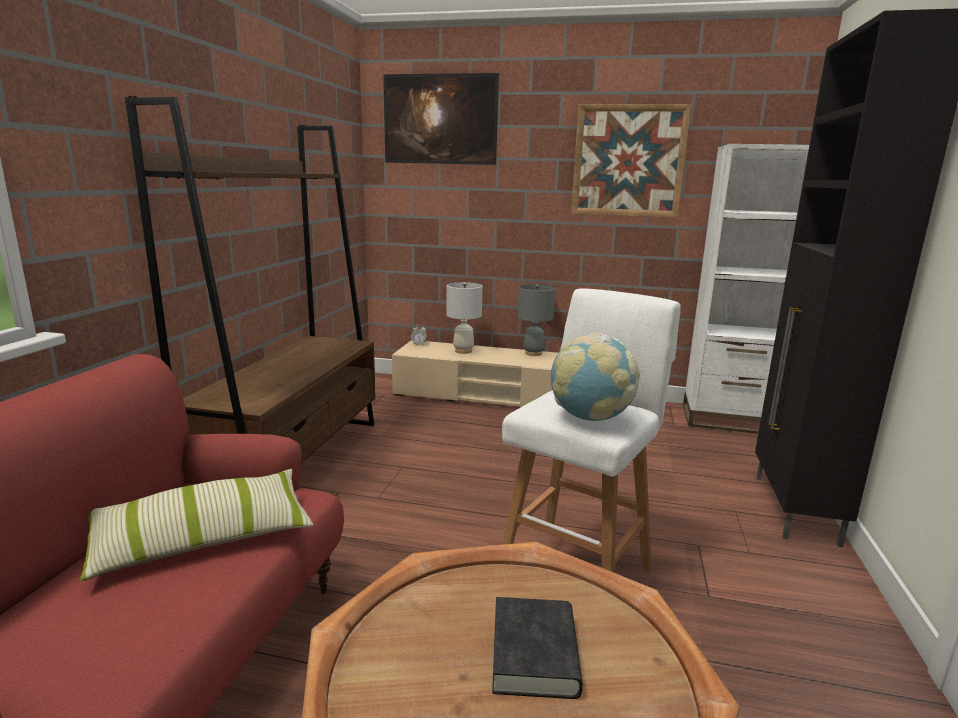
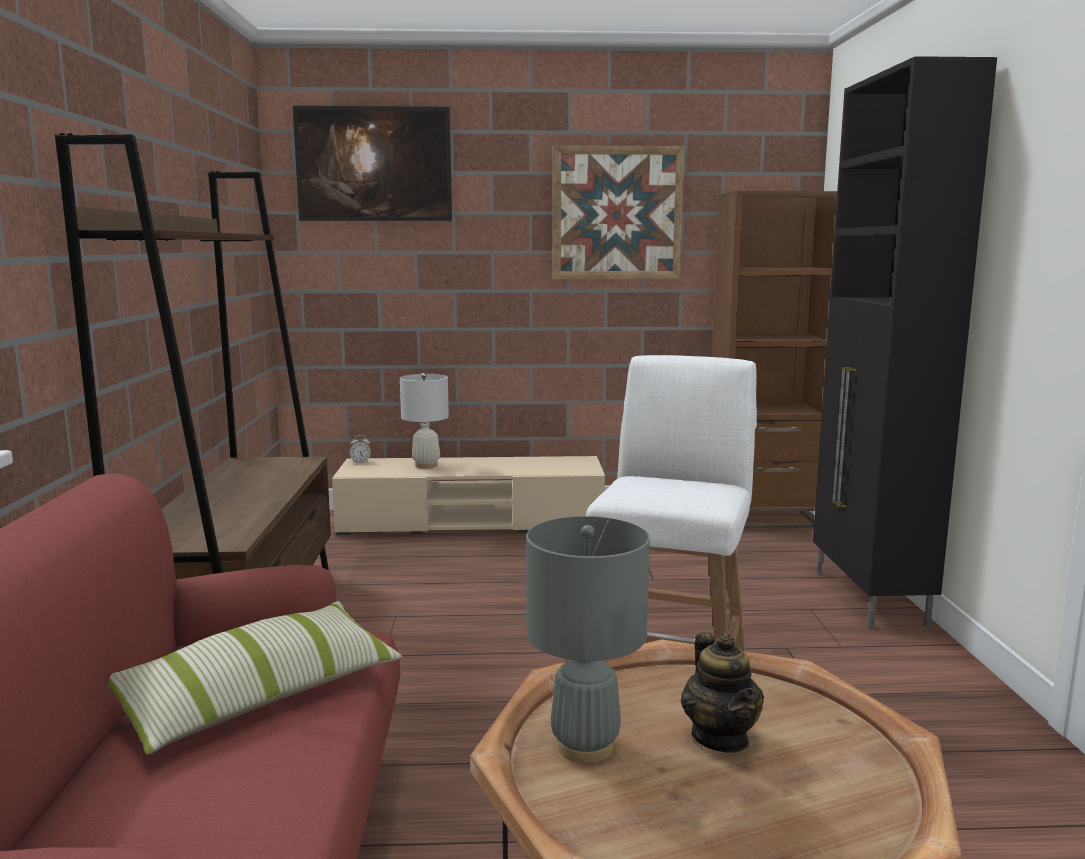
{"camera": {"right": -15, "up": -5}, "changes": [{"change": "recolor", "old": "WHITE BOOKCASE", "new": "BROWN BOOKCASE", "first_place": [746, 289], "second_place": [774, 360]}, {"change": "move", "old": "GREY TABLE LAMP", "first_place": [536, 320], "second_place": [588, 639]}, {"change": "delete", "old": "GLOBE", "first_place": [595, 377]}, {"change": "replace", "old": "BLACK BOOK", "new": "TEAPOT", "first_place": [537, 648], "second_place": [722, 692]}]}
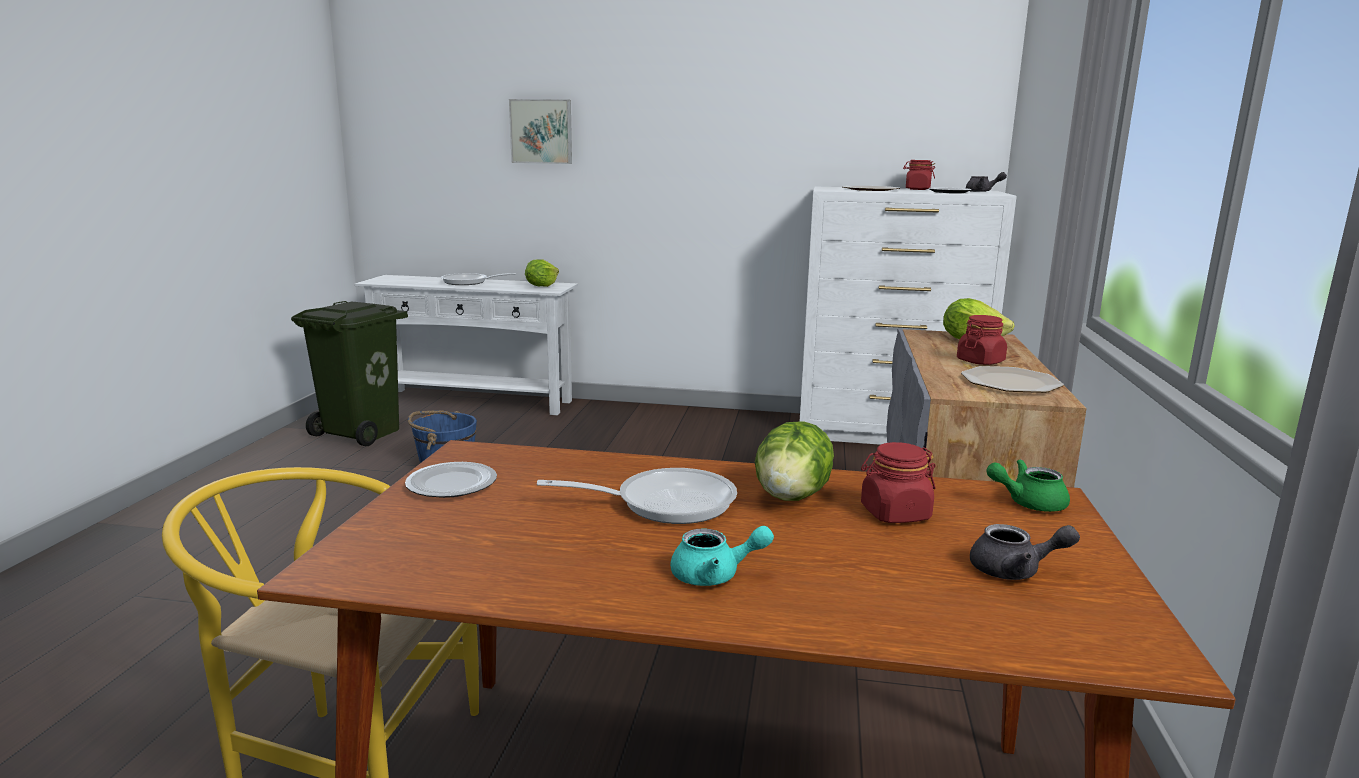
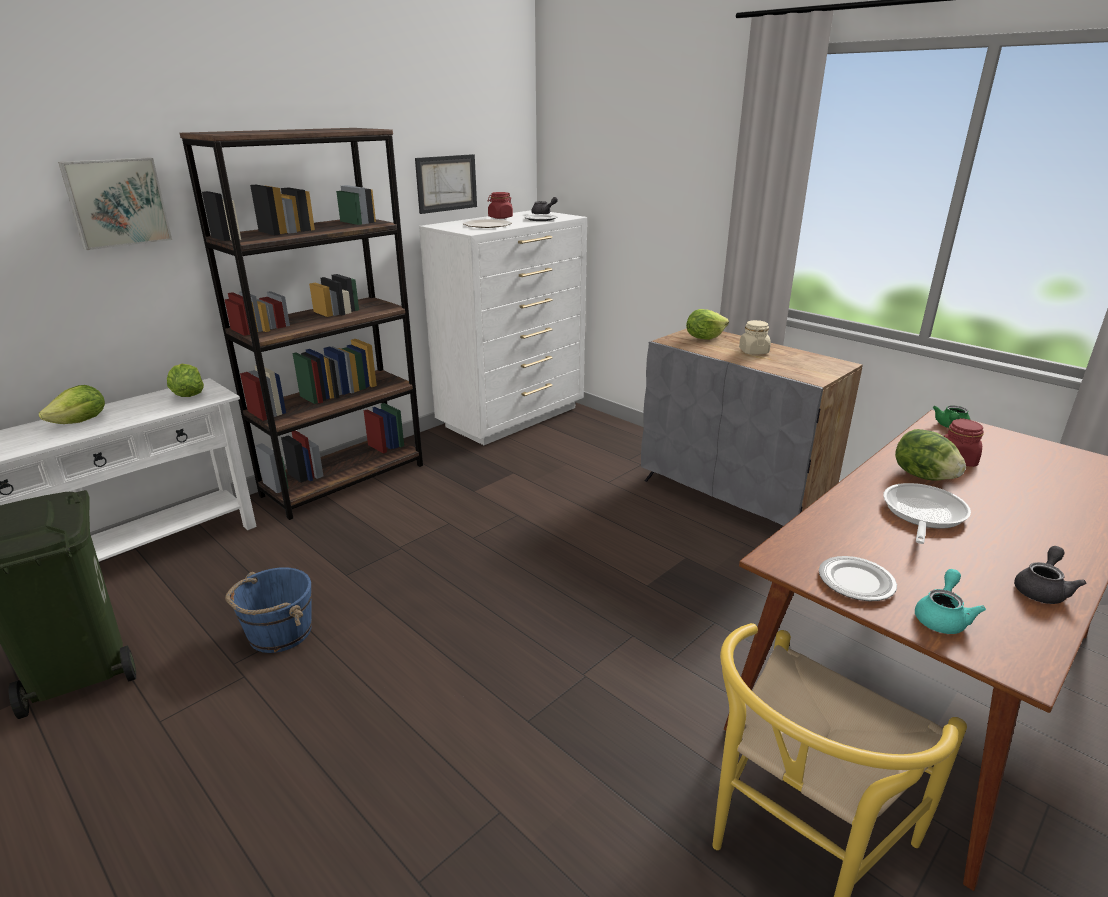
{"camera": {"right": -55, "up": 10}, "changes": [{"change": "replace", "old": "FRYING PAN", "new": "LETTUCE", "first_place": [479, 279], "second_place": [72, 404]}, {"change": "recolor", "old": "RED JAR", "new": "BEIGE JAR", "first_place": [982, 340], "second_place": [755, 337]}, {"change": "delete", "old": "PLATE", "first_place": [1012, 379]}, {"change": "move", "old": "GREY TEAPOT", "first_place": [1025, 552], "second_place": [1050, 575]}, {"change": "move", "old": "TURQUOISE TEAPOT", "first_place": [722, 556], "second_place": [950, 601]}, {"change": "insert", "new": "BROWN BOOKCASE", "second_place": [301, 324]}, {"change": "insert", "new": "PICTURE", "second_place": [446, 184]}]}
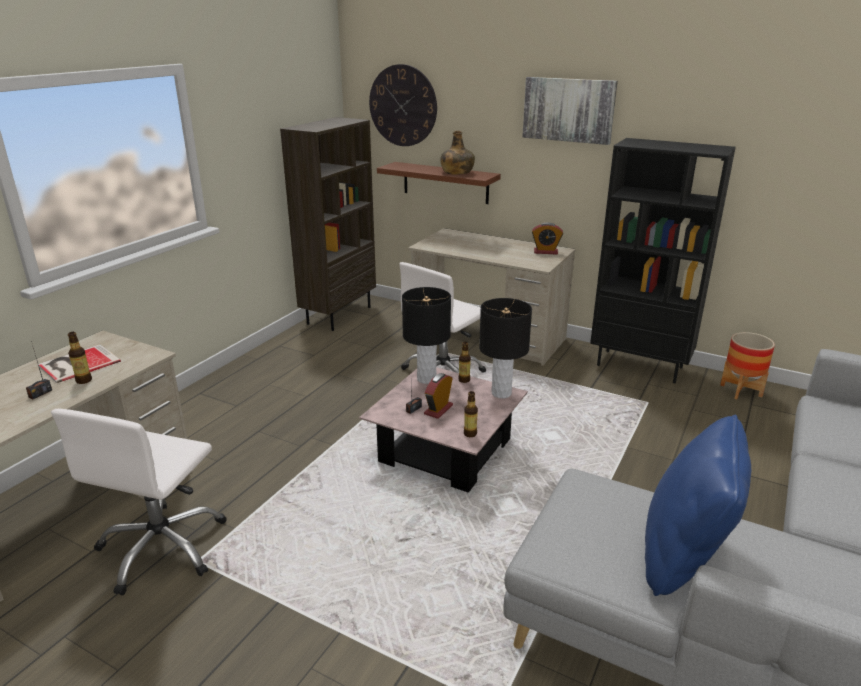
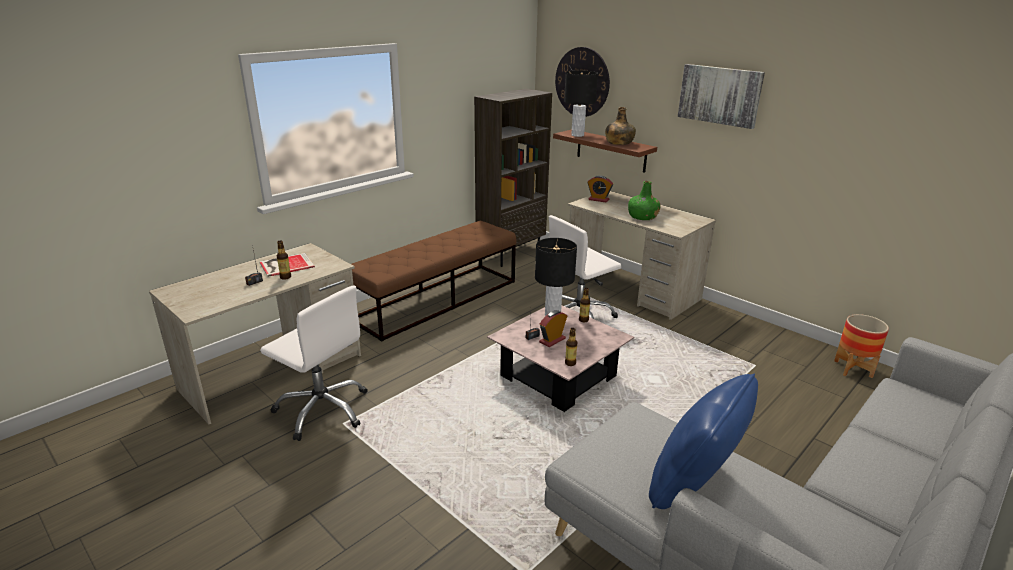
{"camera": {"right": 15, "up": 0}, "changes": [{"change": "delete", "old": "BLACK BOOKCASE", "first_place": [663, 260]}, {"change": "move", "old": "ALARM CLOCK", "first_place": [547, 238], "second_place": [600, 189]}, {"change": "move", "old": "BLACK TABLE LAMP", "first_place": [505, 348], "second_place": [581, 103]}, {"change": "rotate", "old": "WHITE OFFICE CHAIR", "first_place": [139, 502], "second_place": [314, 363], "degrees": -90}, {"change": "insert", "new": "GREEN BOTTLE", "second_place": [644, 200]}, {"change": "insert", "new": "BROWN BENCH", "second_place": [434, 281]}]}
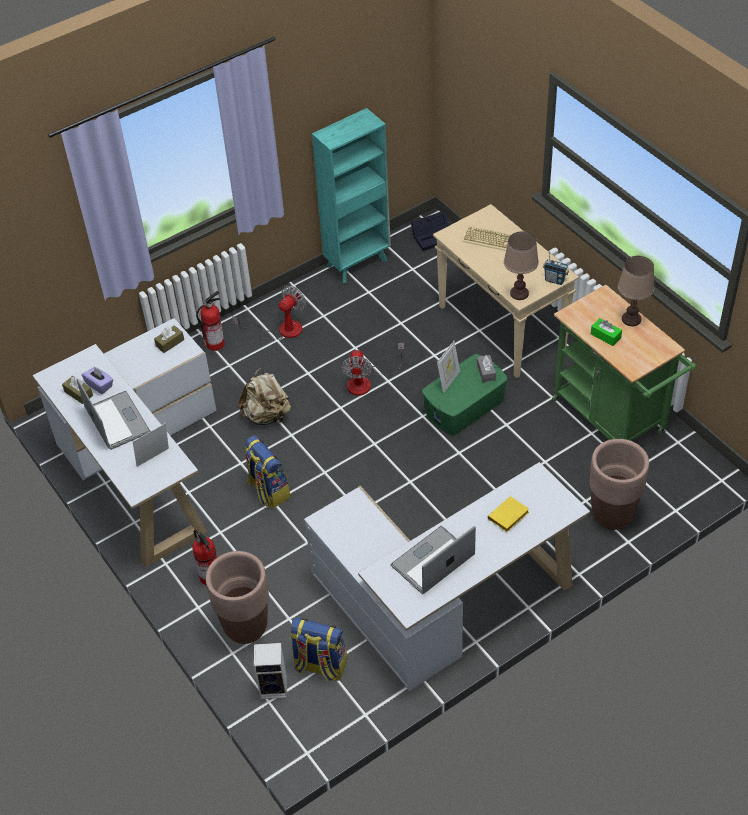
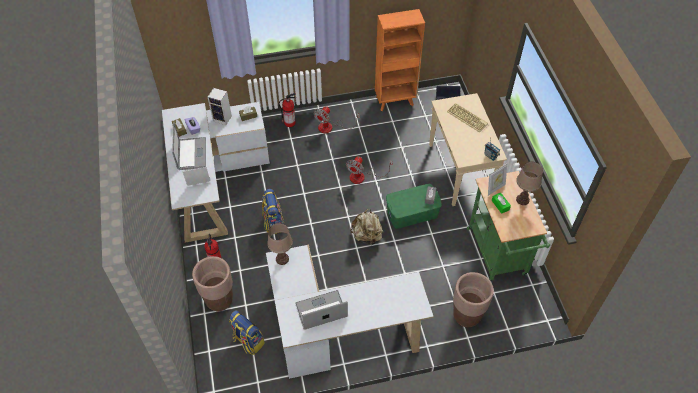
{"camera": {"right": 20, "up": 5}, "changes": [{"change": "recolor", "old": "TURQUOISE BOOKCASE", "new": "ORANGE BOOKCASE", "first_place": [351, 195], "second_place": [400, 60]}, {"change": "move", "old": "BROWN TABLE LAMP", "first_place": [521, 265], "second_place": [280, 244]}, {"change": "rotate", "old": "FAN", "first_place": [269, 312], "second_place": [337, 119], "degrees": 150}, {"change": "move", "old": "PICTURE FRAME", "first_place": [448, 367], "second_place": [497, 180]}, {"change": "move", "old": "BEIGE BACKPACK", "first_place": [264, 396], "second_place": [366, 227]}, {"change": "delete", "old": "YELLOW BOOK", "first_place": [508, 514]}, {"change": "move", "old": "SPEAKER", "first_place": [270, 671], "second_place": [220, 106]}]}
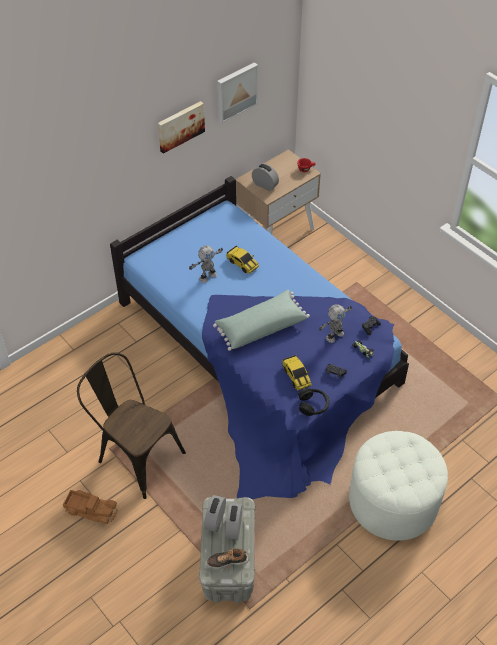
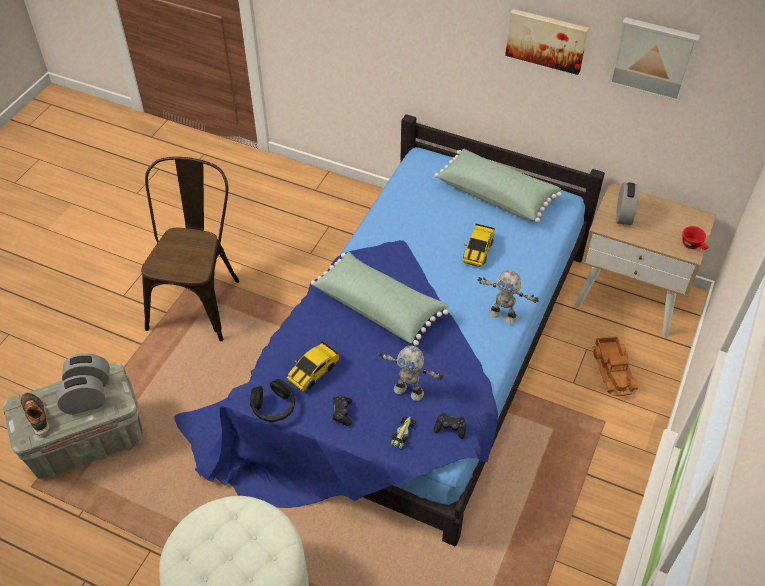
{"camera": {"right": 65, "up": 0}, "changes": [{"change": "move", "old": "TOY ROBOT", "first_place": [206, 264], "second_place": [508, 297]}, {"change": "move", "old": "TOY TRUCK", "first_place": [90, 507], "second_place": [615, 366]}, {"change": "insert", "new": "GREEN PILLOW", "second_place": [498, 186]}]}
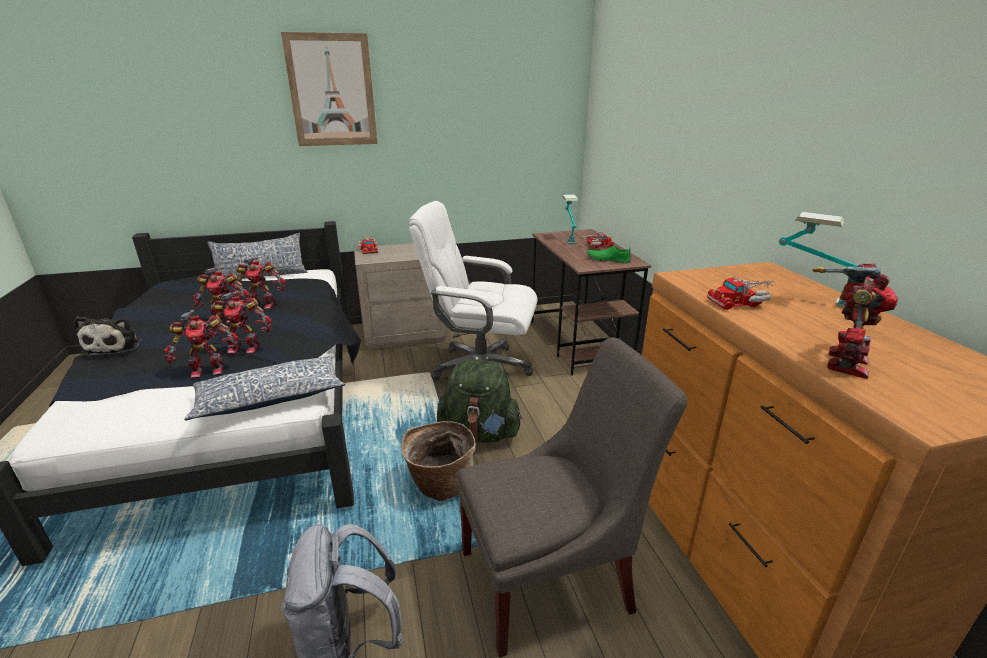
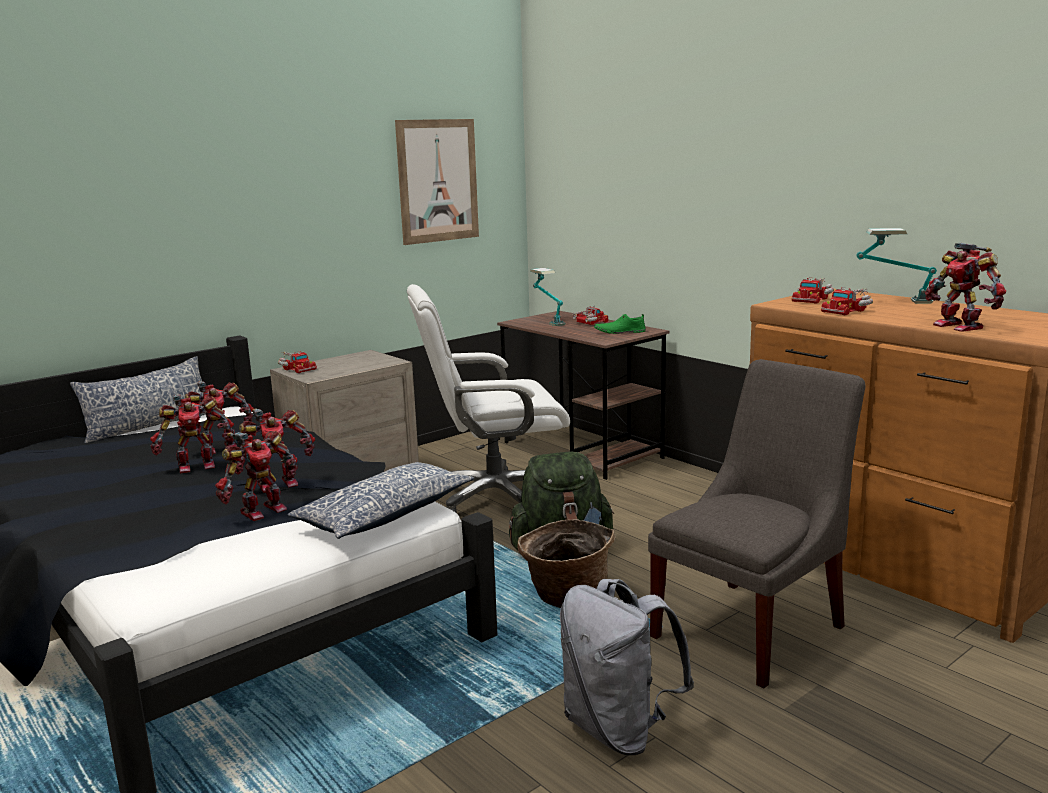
{"camera": {"right": -25, "up": -10}, "changes": [{"change": "move", "old": "PICTURE", "first_place": [329, 89], "second_place": [437, 182]}, {"change": "rotate", "old": "TOY ROBOT", "first_place": [855, 321], "second_place": [965, 287], "degrees": 150}, {"change": "delete", "old": "PLUSH TOY", "first_place": [108, 336]}, {"change": "insert", "new": "TOY TRUCK", "second_place": [812, 290]}]}
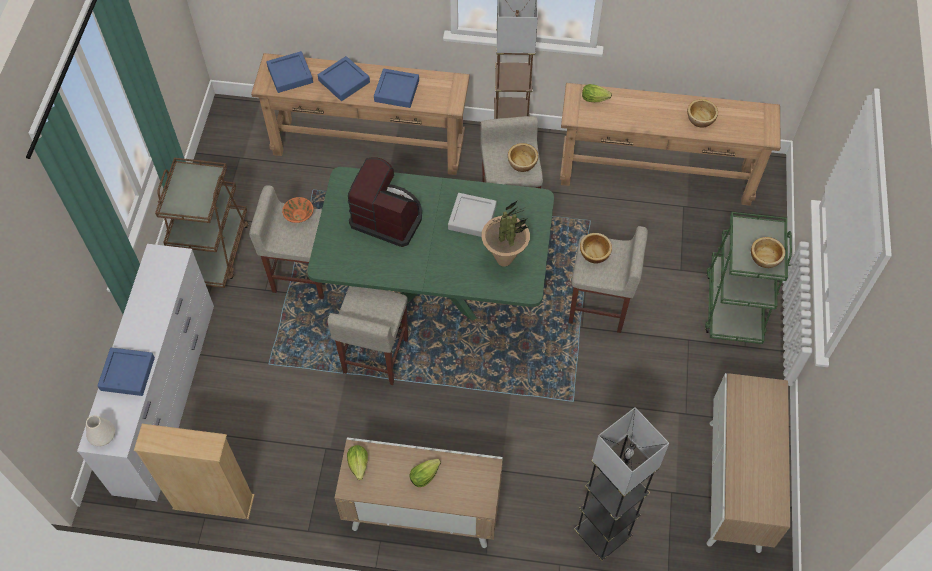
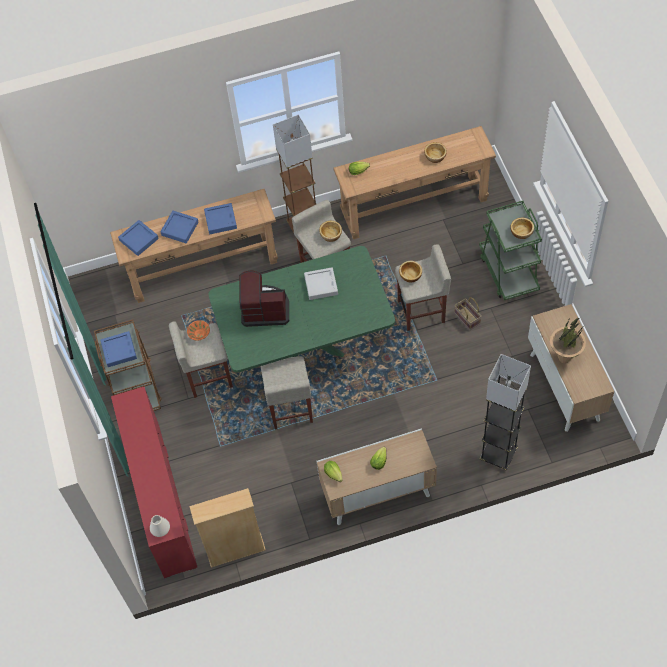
{"camera": {"right": -20, "up": 0}, "changes": [{"change": "move", "old": "POTTED PLANT", "first_place": [505, 233], "second_place": [568, 340]}, {"change": "recolor", "old": "WHITE DRESSER", "new": "RED DRESSER", "first_place": [145, 373], "second_place": [154, 482]}, {"change": "move", "old": "BLUE TRAY", "first_place": [126, 372], "second_place": [118, 349]}, {"change": "insert", "new": "BASKET", "second_place": [468, 314]}]}
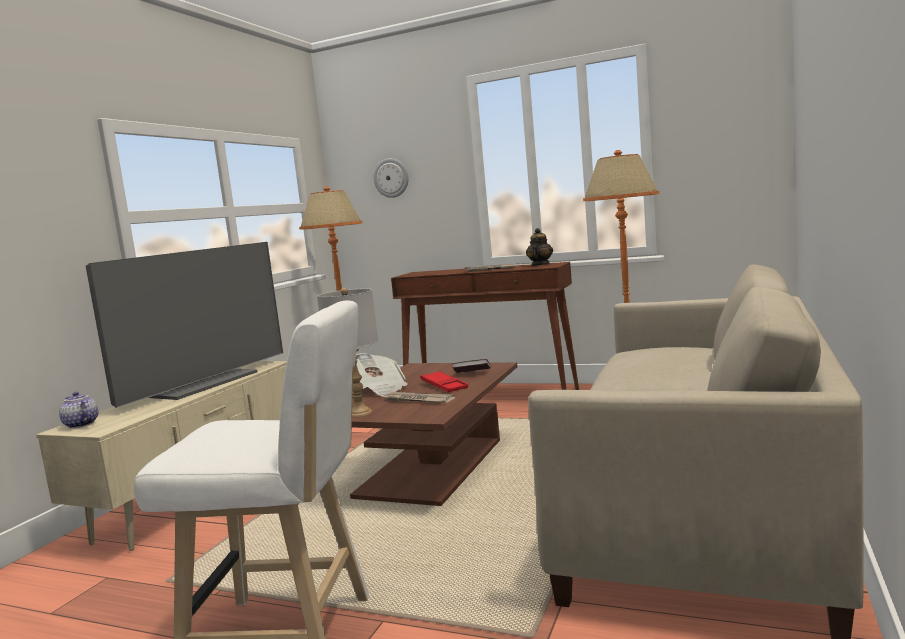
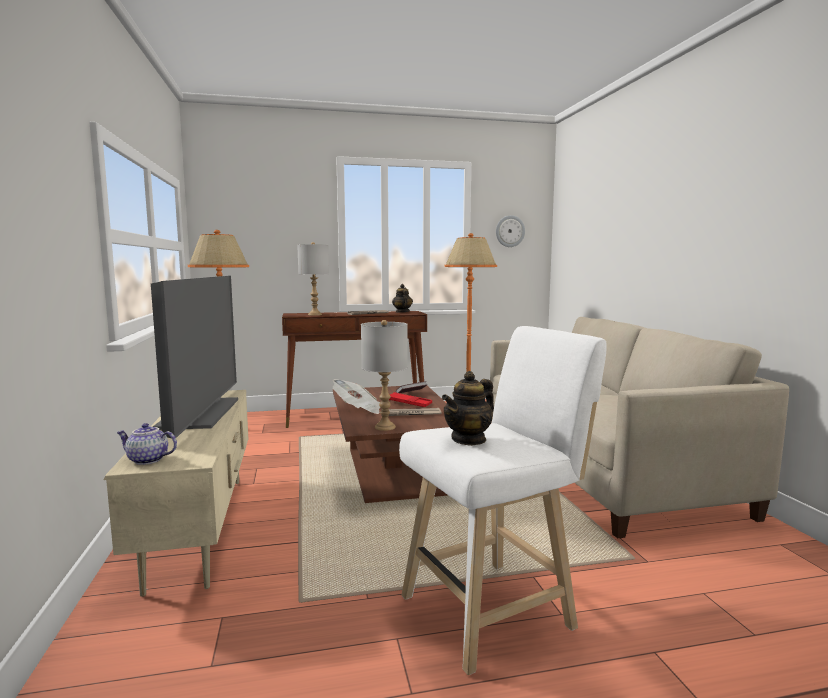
{"camera": {"right": -35, "up": 0}, "changes": [{"change": "move", "old": "WALL CLOCK", "first_place": [391, 178], "second_place": [510, 231]}, {"change": "insert", "new": "GREY TABLE LAMP", "second_place": [313, 278]}, {"change": "insert", "new": "TEAPOT", "second_place": [468, 408]}]}
